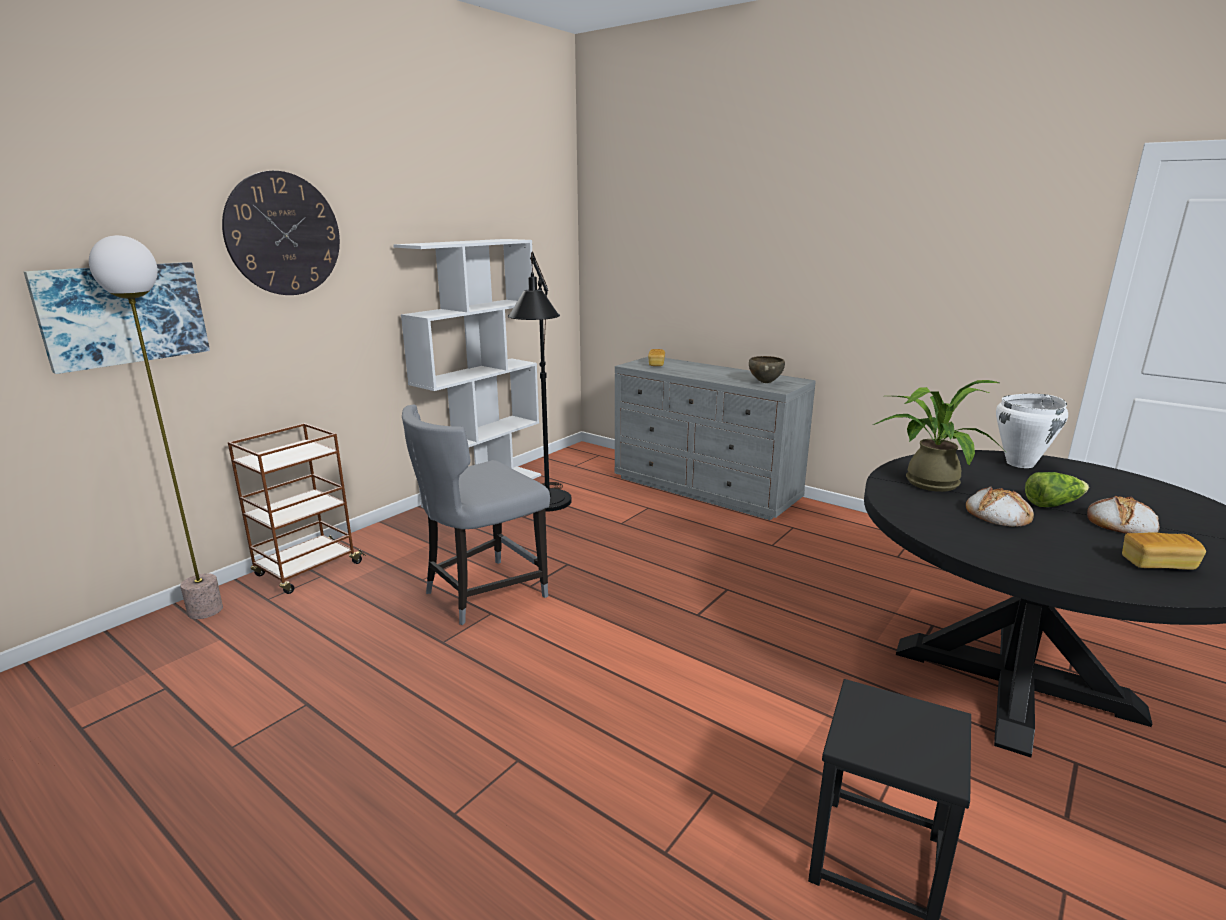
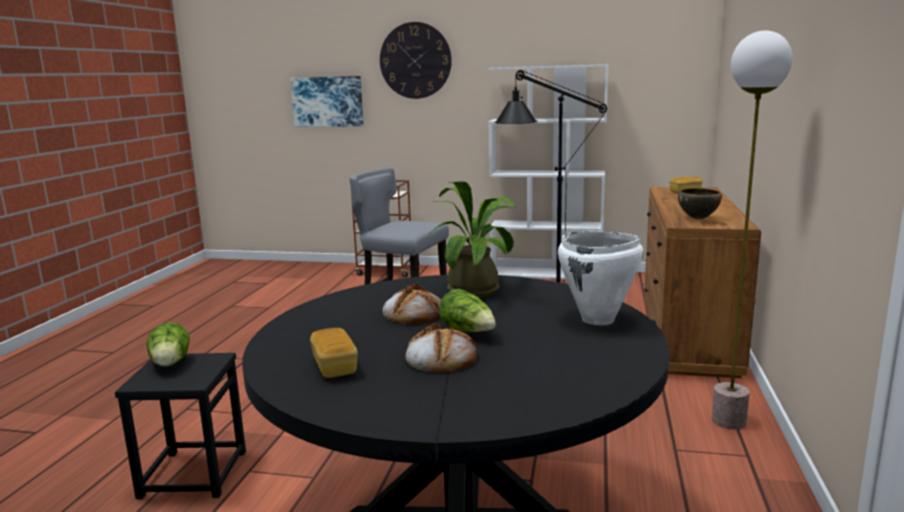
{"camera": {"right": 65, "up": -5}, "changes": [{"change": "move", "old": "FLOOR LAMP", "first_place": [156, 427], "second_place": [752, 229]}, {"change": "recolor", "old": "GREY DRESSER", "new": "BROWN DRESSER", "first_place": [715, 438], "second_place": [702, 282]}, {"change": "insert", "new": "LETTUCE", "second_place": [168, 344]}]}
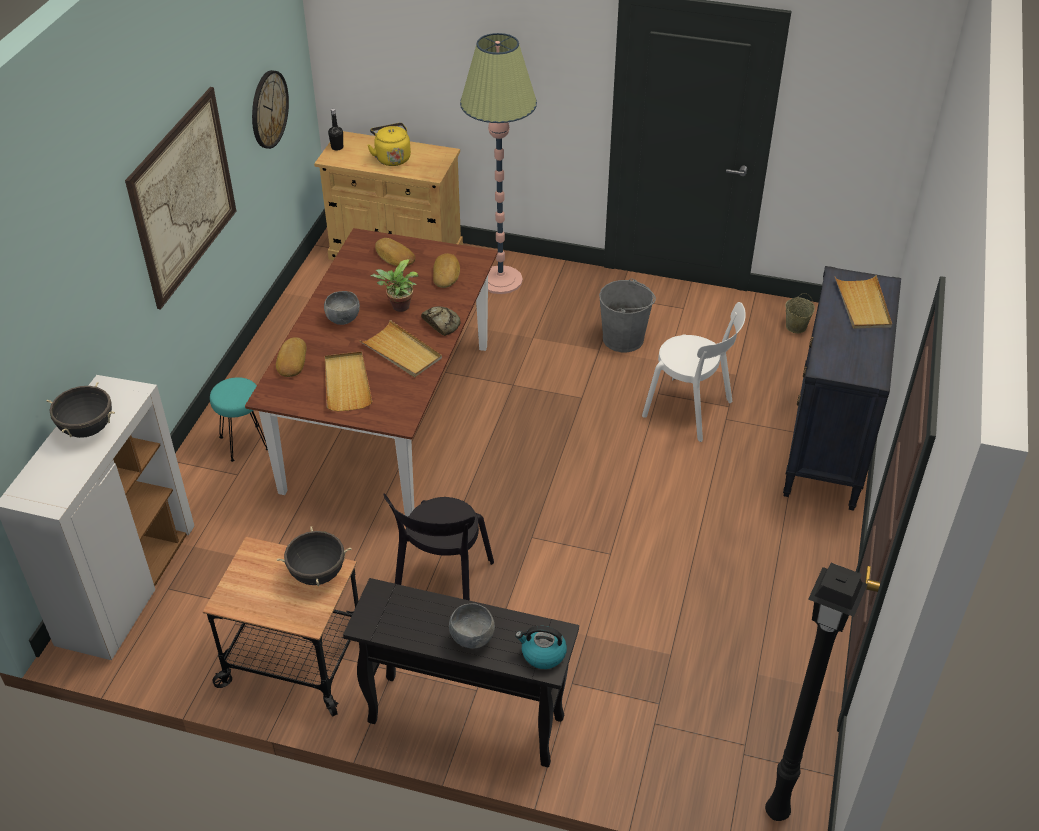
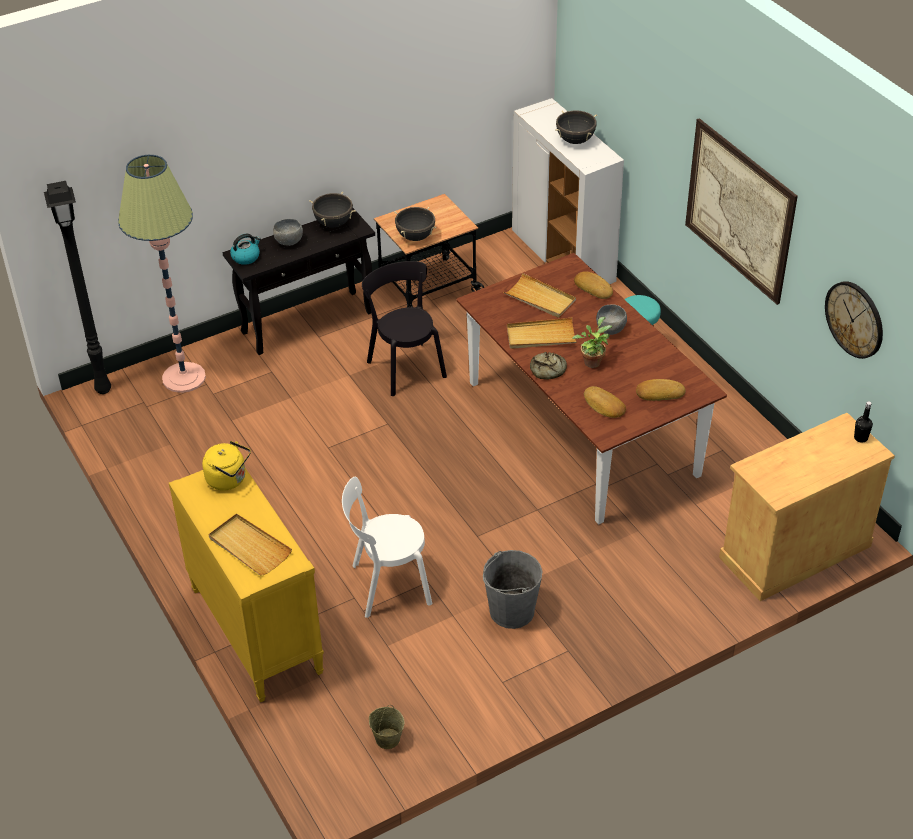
{"camera": {"right": 135, "up": 0}, "changes": [{"change": "move", "old": "FLOOR LAMP", "first_place": [498, 163], "second_place": [162, 274]}, {"change": "move", "old": "YELLOW KETTLE", "first_place": [389, 144], "second_place": [226, 466]}, {"change": "recolor", "old": "BLACK DRESSER", "new": "YELLOW DRESSER", "first_place": [842, 388], "second_place": [246, 585]}, {"change": "insert", "new": "BLACK COOKING POT", "second_place": [332, 209]}]}
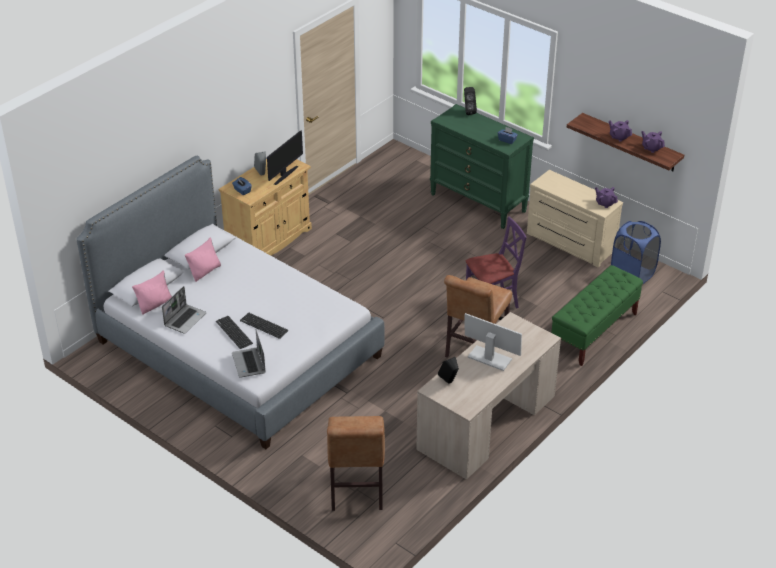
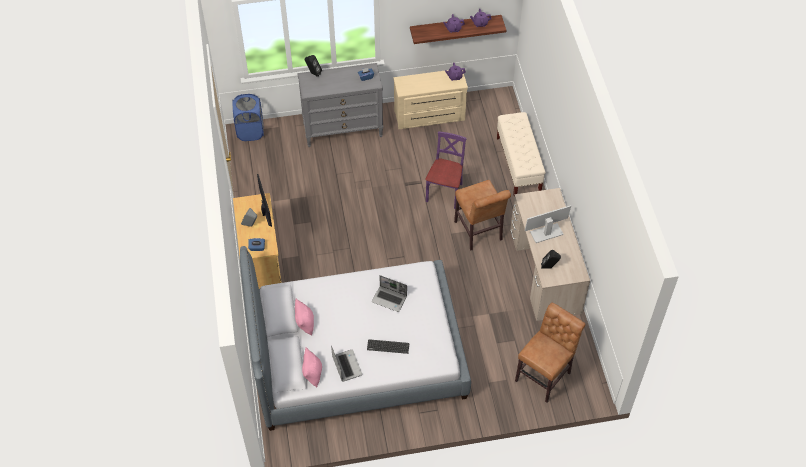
{"camera": {"right": -50, "up": 15}, "changes": [{"change": "recolor", "old": "GREEN DRESSER", "new": "GREY DRESSER", "first_place": [482, 166], "second_place": [340, 105]}, {"change": "move", "old": "BLUE LAUNDRY BASKET", "first_place": [636, 252], "second_place": [248, 117]}, {"change": "recolor", "old": "GREEN BENCH", "new": "BEIGE BENCH", "first_place": [597, 315], "second_place": [521, 154]}, {"change": "delete", "old": "KEYBOARD", "first_place": [264, 326]}, {"change": "move", "old": "LAPTOP", "first_place": [248, 354], "second_place": [389, 293]}, {"change": "rotate", "old": "BROWN CHAIR", "first_place": [356, 463], "second_place": [550, 353], "degrees": -90}]}
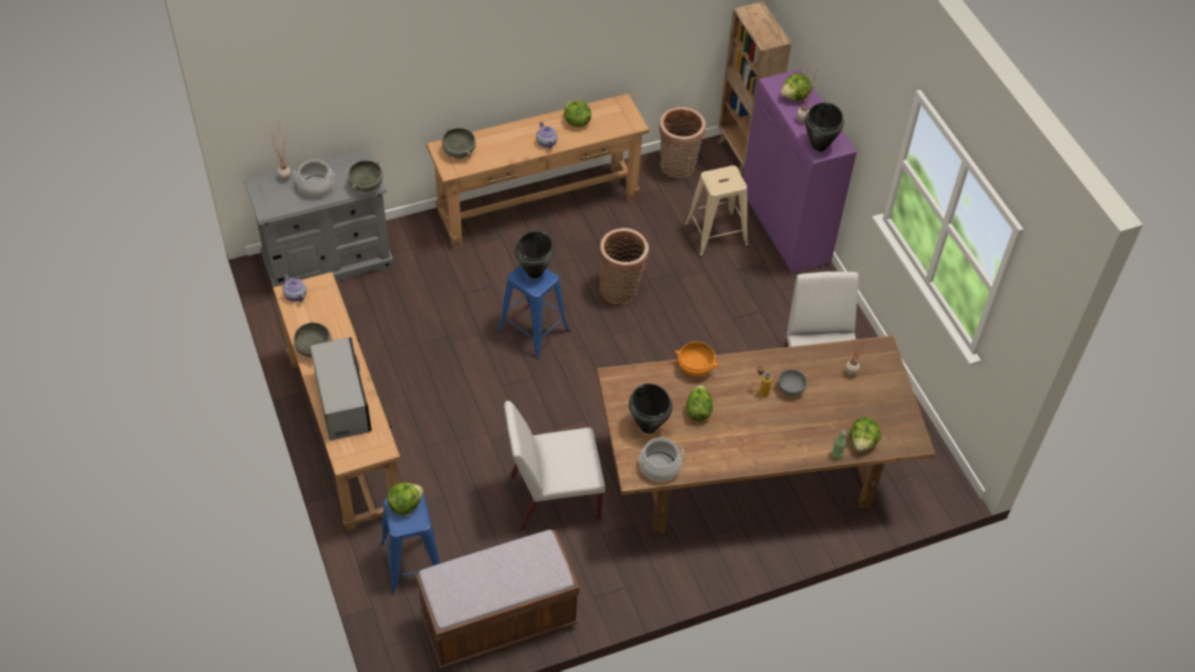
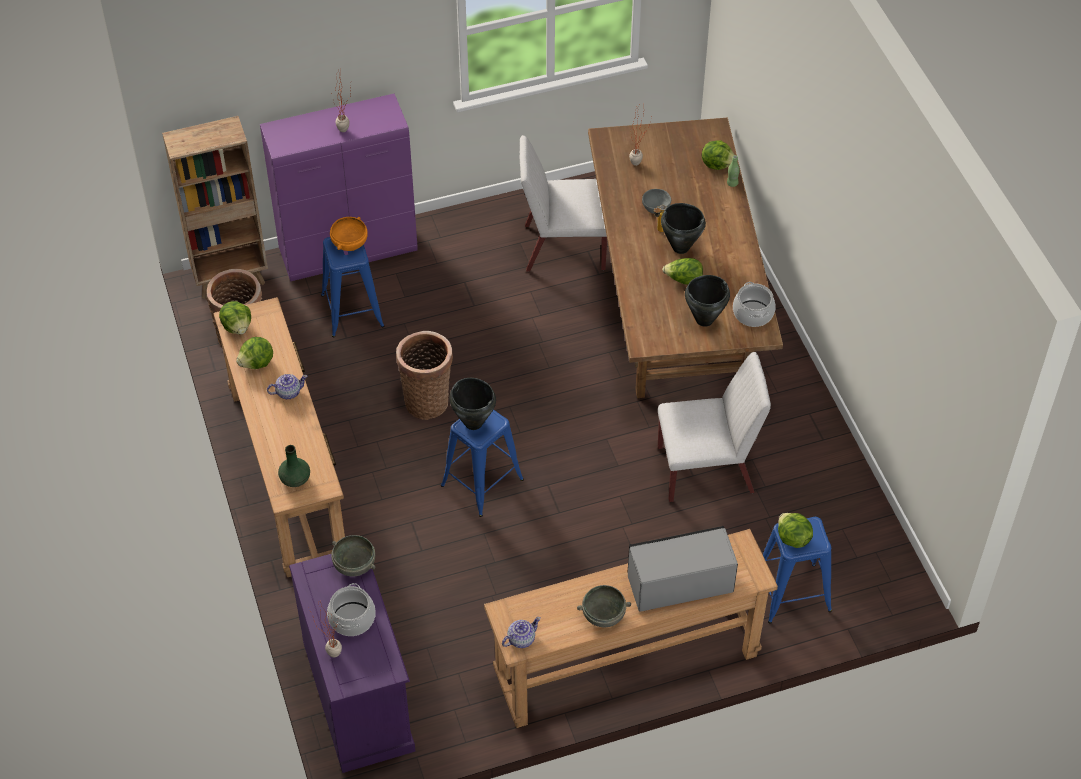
{"camera": {"right": -85, "up": 0}, "changes": [{"change": "move", "old": "LETTUCE", "first_place": [796, 87], "second_place": [235, 317]}, {"change": "move", "old": "BLACK COOKING POT", "first_place": [824, 127], "second_place": [683, 228]}, {"change": "replace", "old": "GREY BOWL", "new": "GREEN VASE", "first_place": [459, 143], "second_place": [294, 466]}, {"change": "recolor", "old": "GREY DRESSER", "new": "PURPLE DRESSER", "first_place": [319, 218], "second_place": [352, 663]}, {"change": "recolor", "old": "BEIGE STOOL", "new": "BLUE STOOL", "first_place": [716, 211], "second_place": [352, 287]}, {"change": "move", "old": "ORANGE BOWL", "first_place": [697, 359], "second_place": [349, 234]}, {"change": "rotate", "old": "WHITE CHAIR", "first_place": [554, 466], "second_place": [714, 427], "degrees": -90}, {"change": "delete", "old": "BROWN BENCH", "first_place": [497, 599]}]}
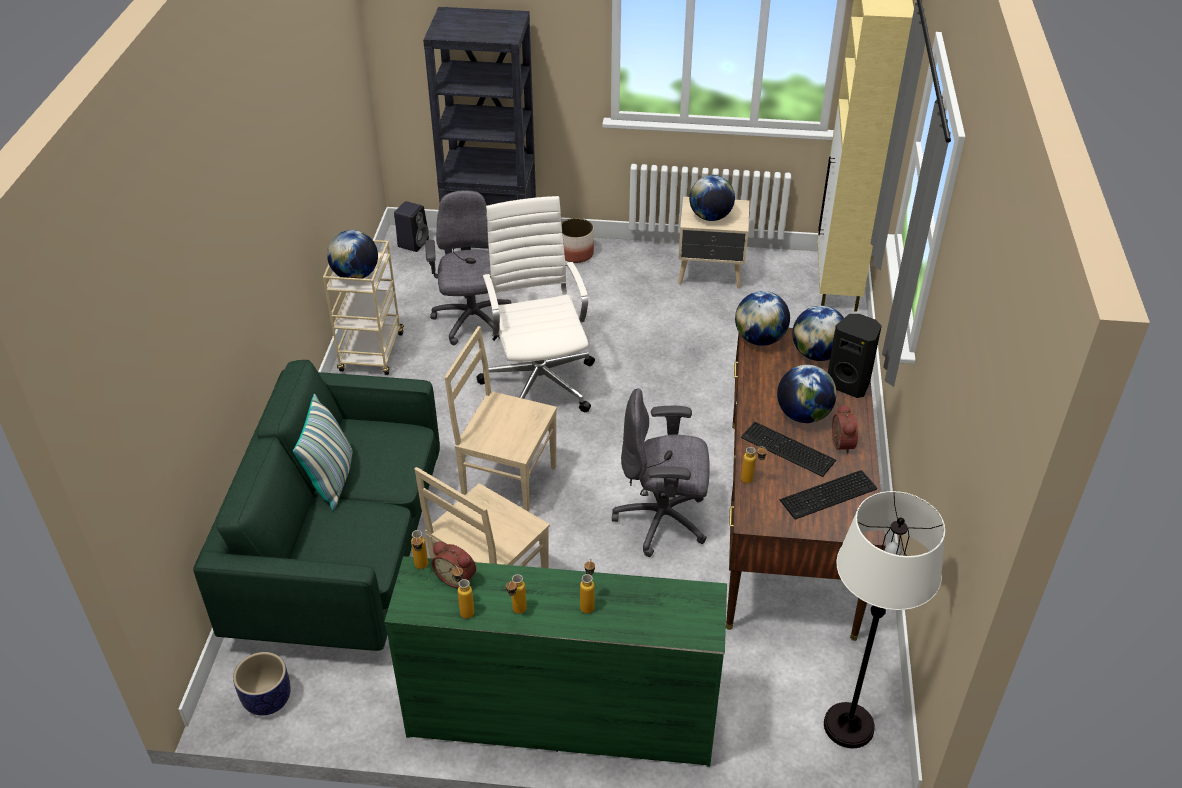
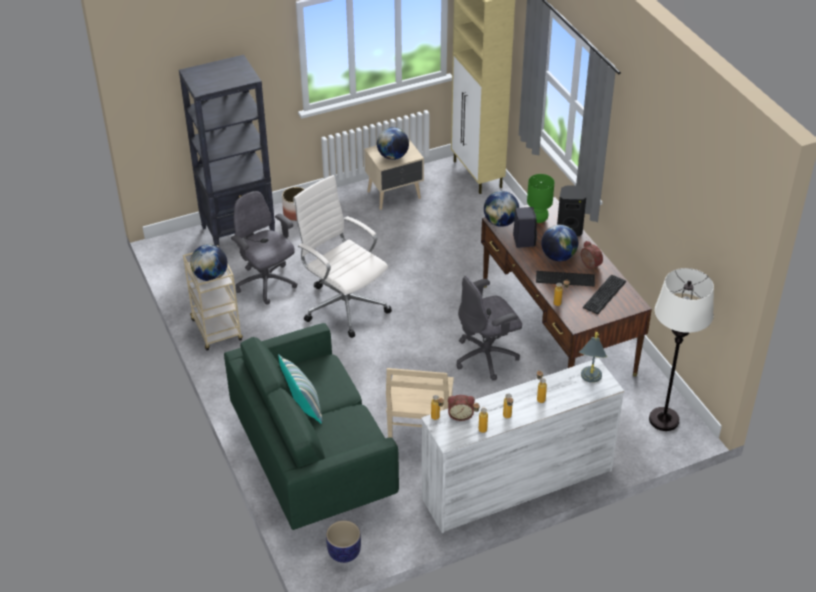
{"camera": {"right": -30, "up": 0}, "changes": [{"change": "move", "old": "BLACK SPEAKER", "first_place": [411, 226], "second_place": [525, 227]}, {"change": "replace", "old": "GLOBE", "new": "GREEN TABLE LAMP", "first_place": [818, 333], "second_place": [540, 198]}, {"change": "delete", "old": "BEIGE CHAIR", "first_place": [500, 419]}, {"change": "recolor", "old": "GREEN DRESSER", "new": "WHITE DRESSER", "first_place": [555, 661], "second_place": [522, 445]}, {"change": "insert", "new": "GREY TABLE LAMP", "second_place": [593, 357]}]}
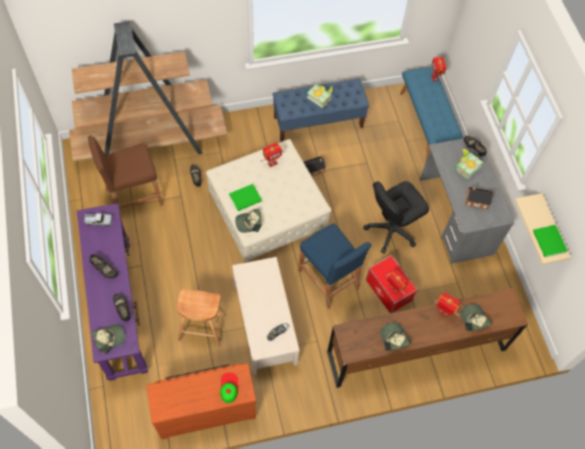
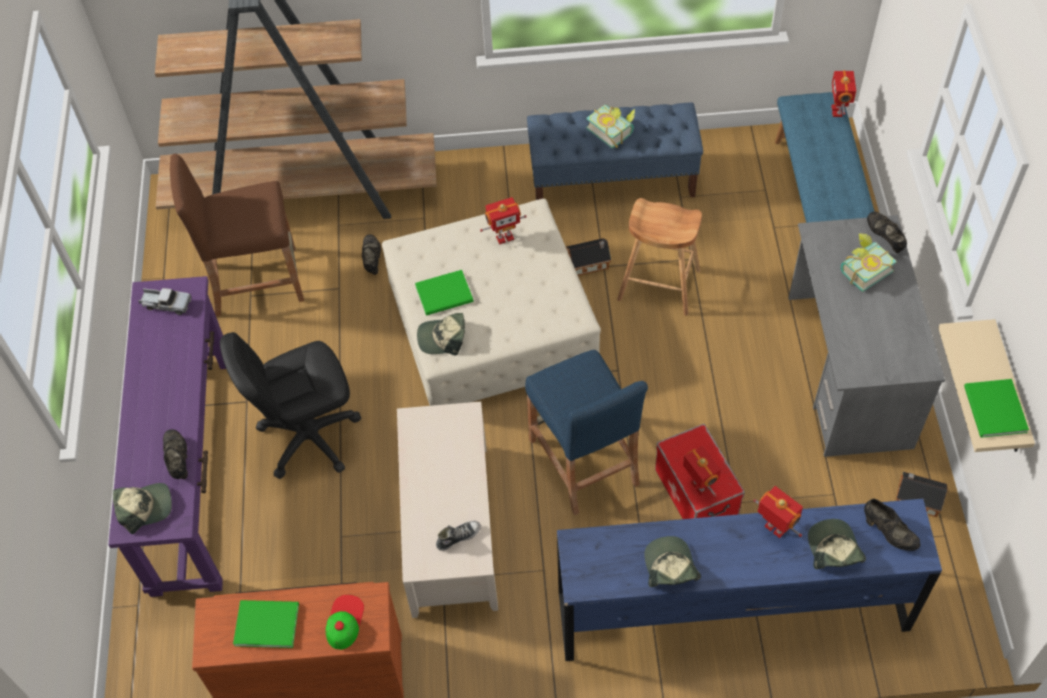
{"camera": {"right": 15, "up": -5}, "changes": [{"change": "move", "old": "BLACK OFFICE CHAIR", "first_place": [396, 217], "second_place": [290, 405]}, {"change": "move", "old": "TOY HOUSE", "first_place": [479, 198], "second_place": [922, 494]}, {"change": "move", "old": "BLACK SHOE", "first_place": [104, 266], "second_place": [892, 525]}, {"change": "recolor", "old": "BROWN DRESSER", "new": "BLUE DRESSER", "first_place": [427, 338], "second_place": [749, 580]}, {"change": "move", "old": "BROWN STOOL", "first_place": [201, 318], "second_place": [659, 257]}, {"change": "insert", "new": "GREEN BOOK", "second_place": [266, 624]}]}
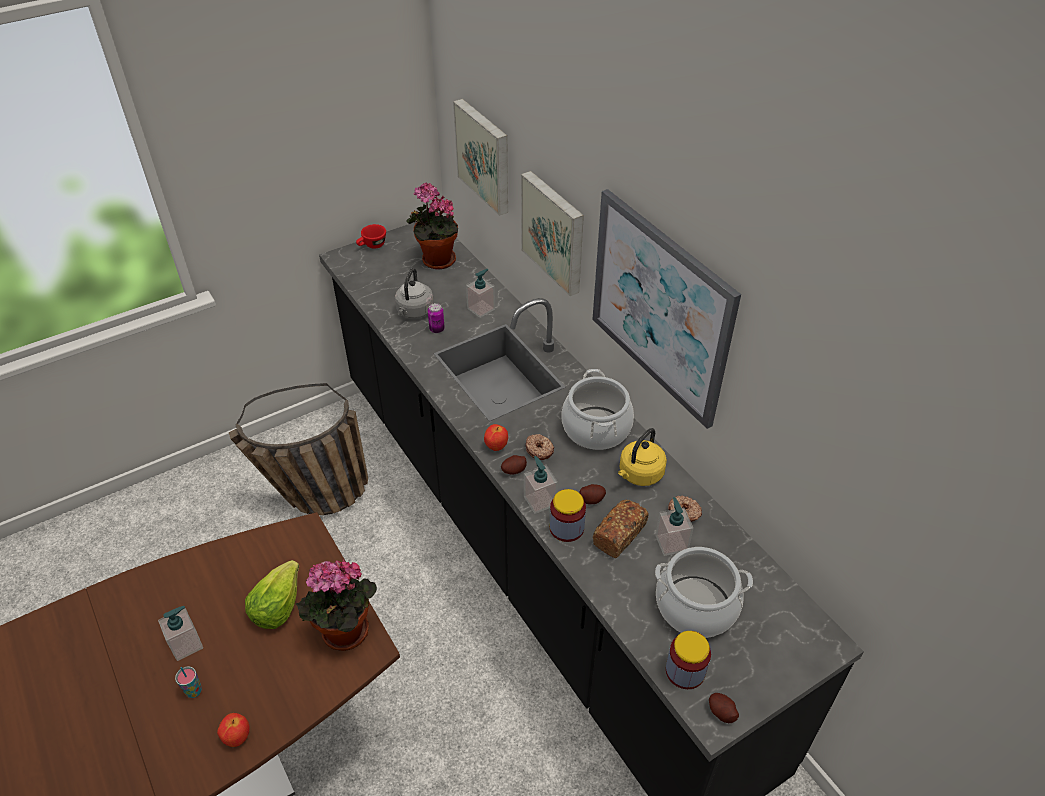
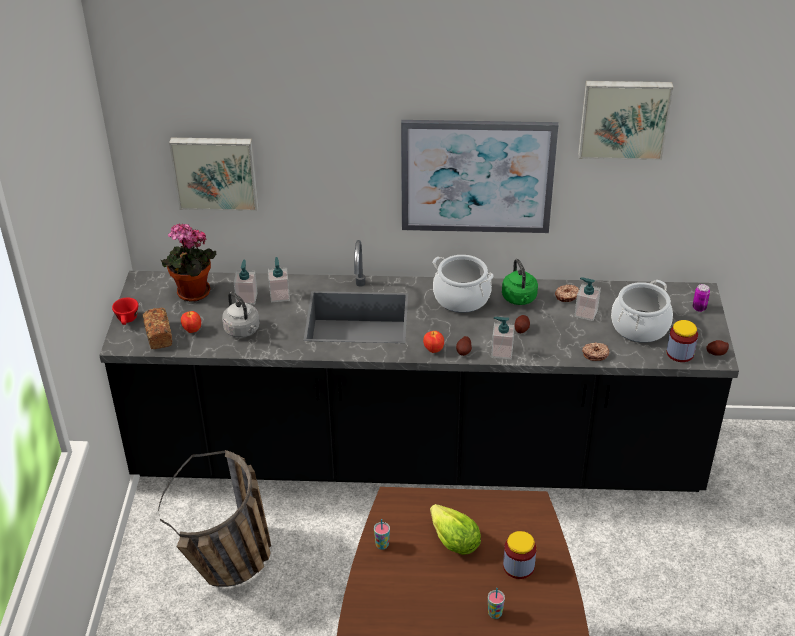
{"camera": {"right": -55, "up": -5}, "changes": [{"change": "move", "old": "PICTURE", "first_place": [552, 233], "second_place": [625, 120]}, {"change": "move", "old": "CAN", "first_place": [436, 318], "second_place": [701, 298]}, {"change": "recolor", "old": "YELLOW KETTLE", "new": "GREEN KETTLE", "first_place": [642, 457], "second_place": [520, 282]}, {"change": "move", "old": "DONUT", "first_place": [540, 447], "second_place": [595, 351]}, {"change": "move", "old": "JAR", "first_place": [568, 515], "second_place": [519, 555]}, {"change": "move", "old": "BREAD", "first_place": [621, 529], "second_place": [157, 328]}, {"change": "delete", "old": "POTTED PLANT", "first_place": [336, 605]}, {"change": "move", "old": "SOAP DISPENSER", "first_place": [180, 633], "second_place": [246, 282]}, {"change": "move", "old": "APPLE", "first_place": [233, 730], "second_place": [191, 322]}, {"change": "insert", "new": "CUP", "second_place": [382, 534]}]}
